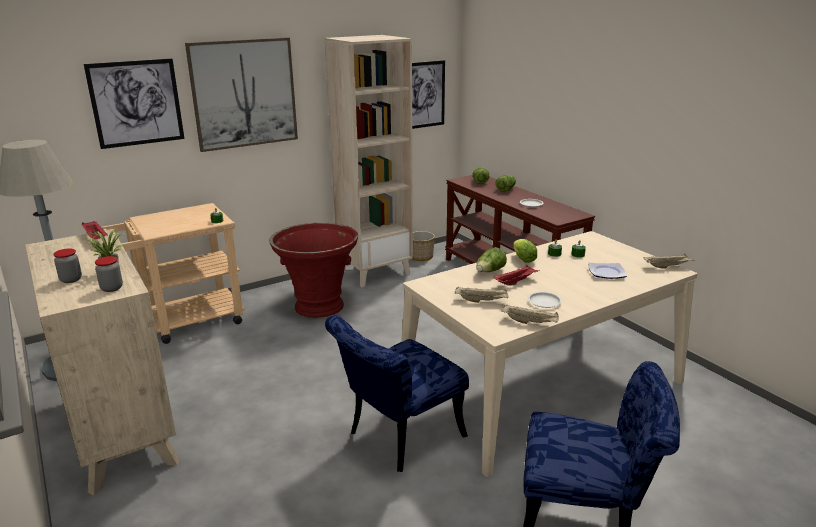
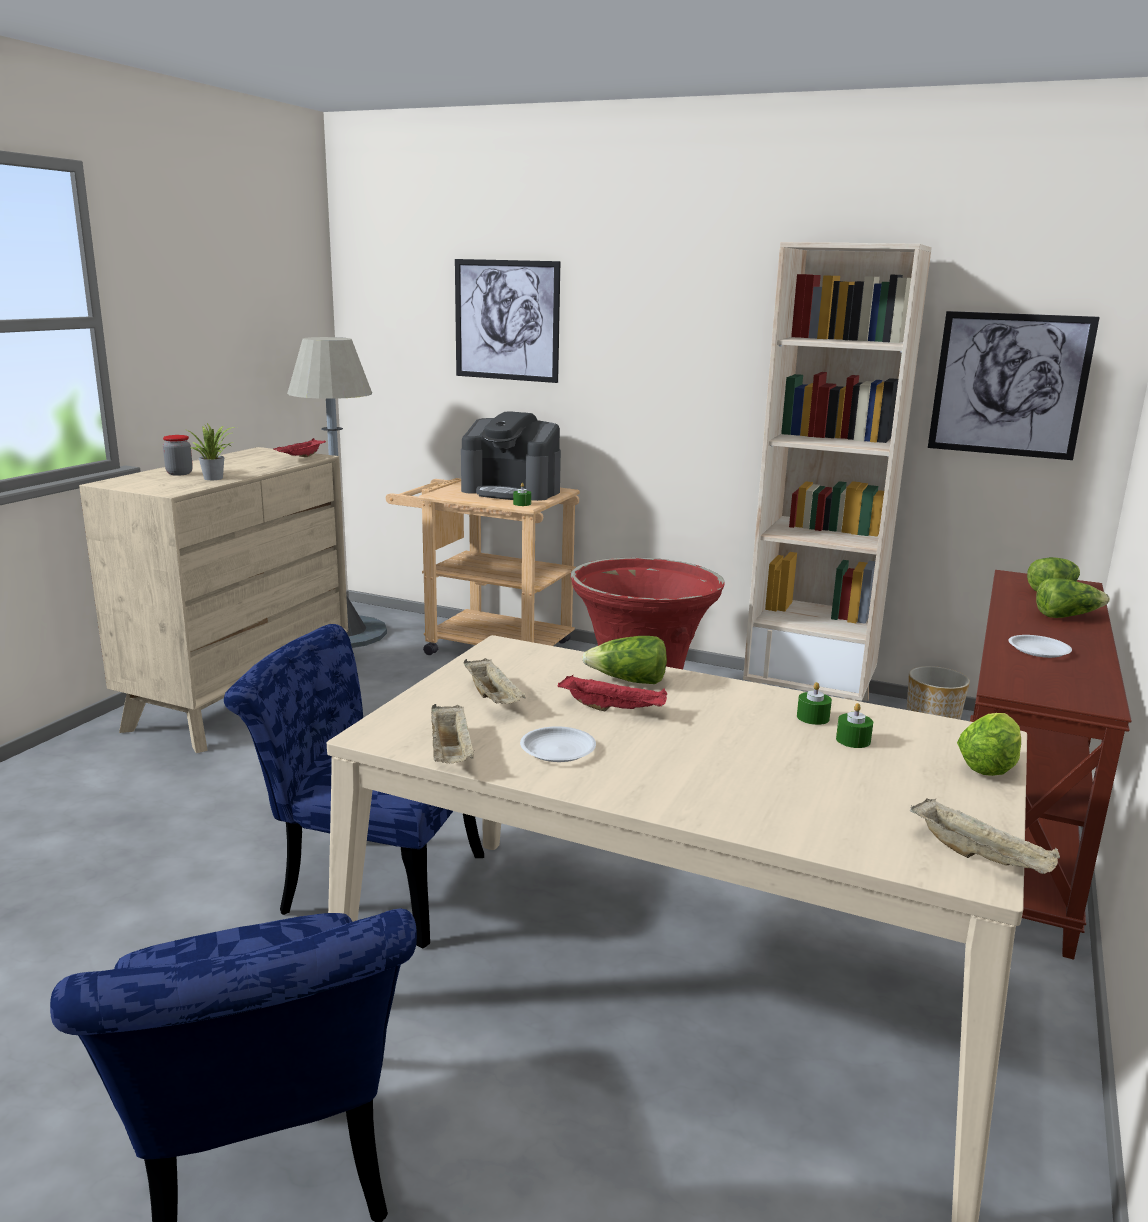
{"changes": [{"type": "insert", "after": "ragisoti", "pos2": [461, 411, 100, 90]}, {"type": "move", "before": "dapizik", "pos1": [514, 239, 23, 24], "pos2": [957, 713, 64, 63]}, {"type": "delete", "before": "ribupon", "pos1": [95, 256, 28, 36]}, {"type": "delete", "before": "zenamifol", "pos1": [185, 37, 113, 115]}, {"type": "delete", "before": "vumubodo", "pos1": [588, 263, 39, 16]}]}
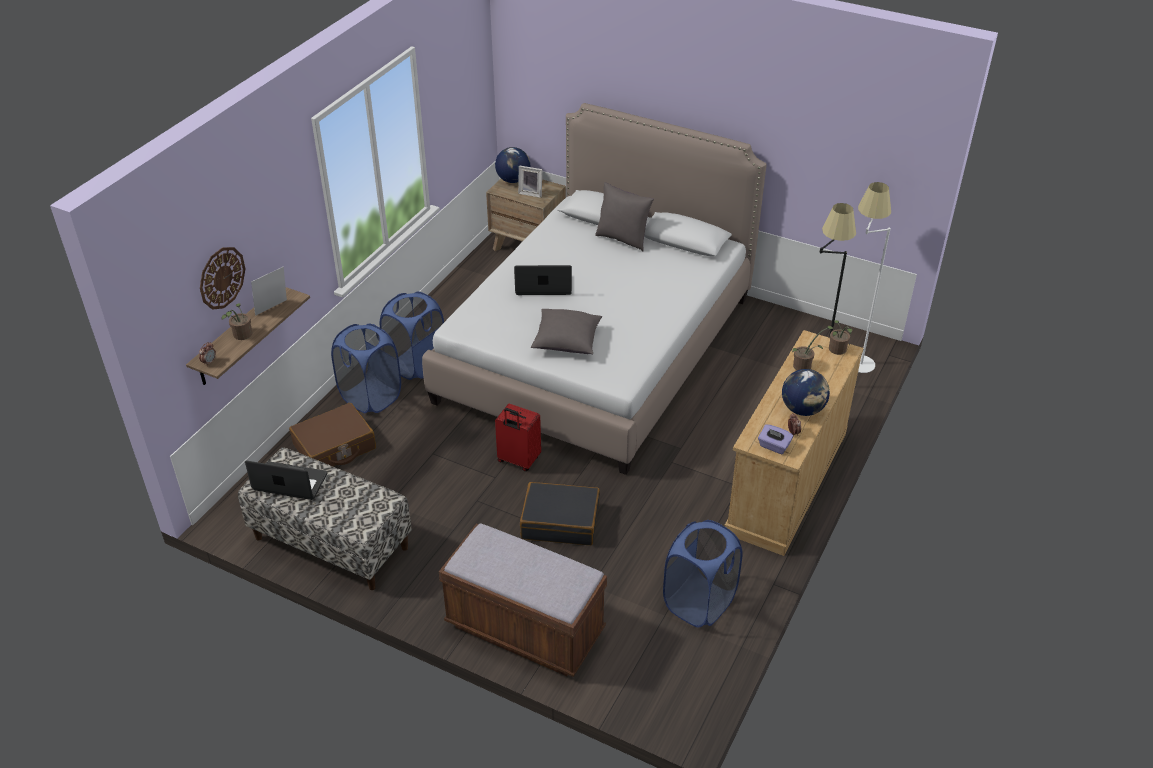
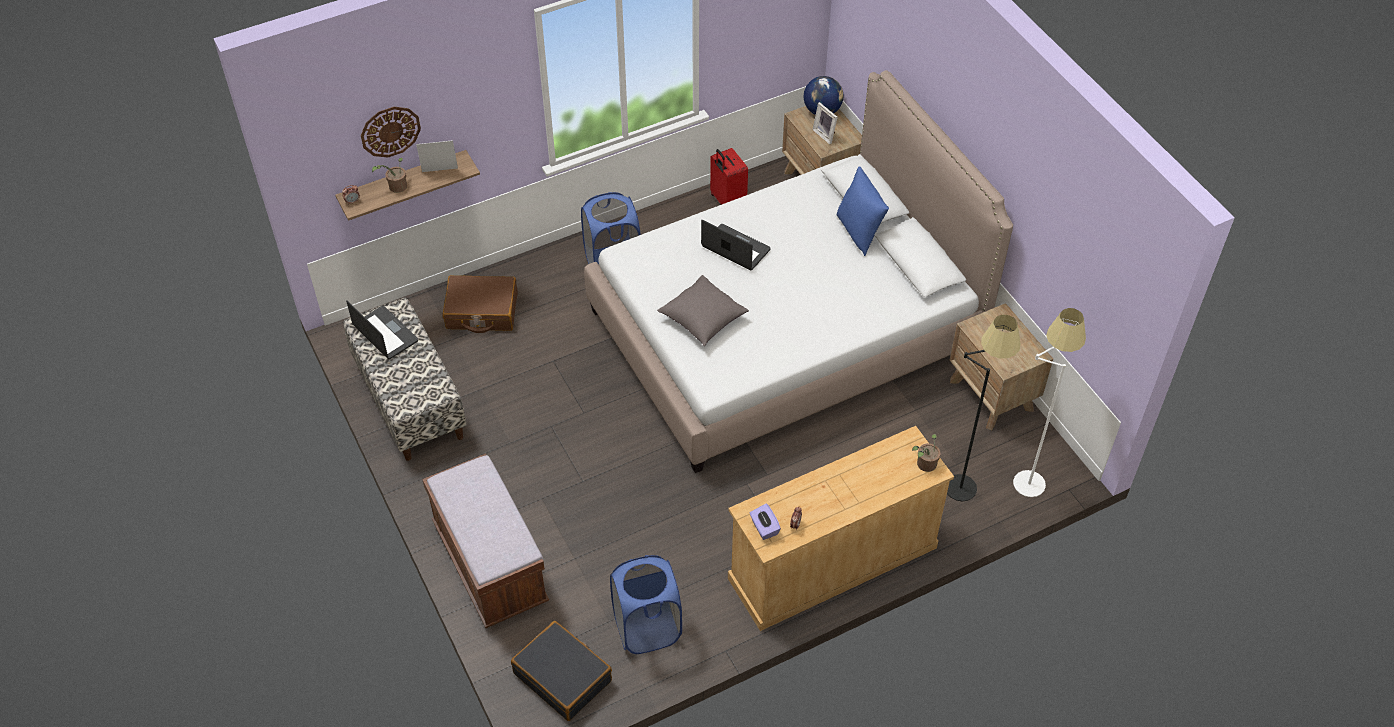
{"changes": [{"type": "move", "before": "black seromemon", "pos1": [520, 482, 80, 63], "pos2": [511, 621, 101, 100]}, {"type": "move", "before": "red seromemon", "pos1": [495, 404, 46, 67], "pos2": [710, 148, 38, 57]}, {"type": "recolor", "before": "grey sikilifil", "after": "blue sikilifil", "pos1": [595, 182, 59, 69], "pos2": [836, 166, 53, 90]}, {"type": "insert", "after": "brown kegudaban", "pos2": [950, 303, 103, 128]}, {"type": "delete", "before": "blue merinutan", "pos1": [331, 324, 70, 89]}, {"type": "delete", "before": "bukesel", "pos1": [782, 369, 48, 47]}, {"type": "delete", "before": "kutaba", "pos1": [792, 326, 41, 44]}]}
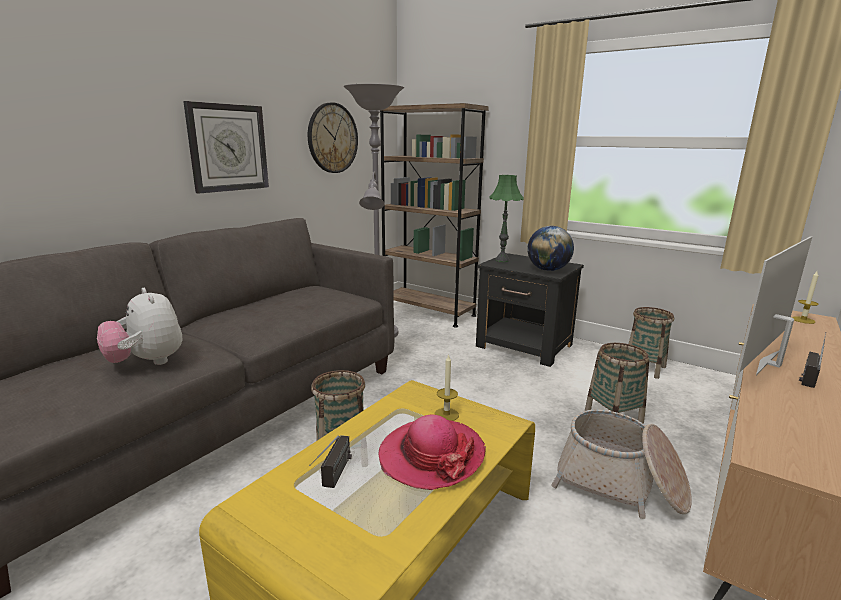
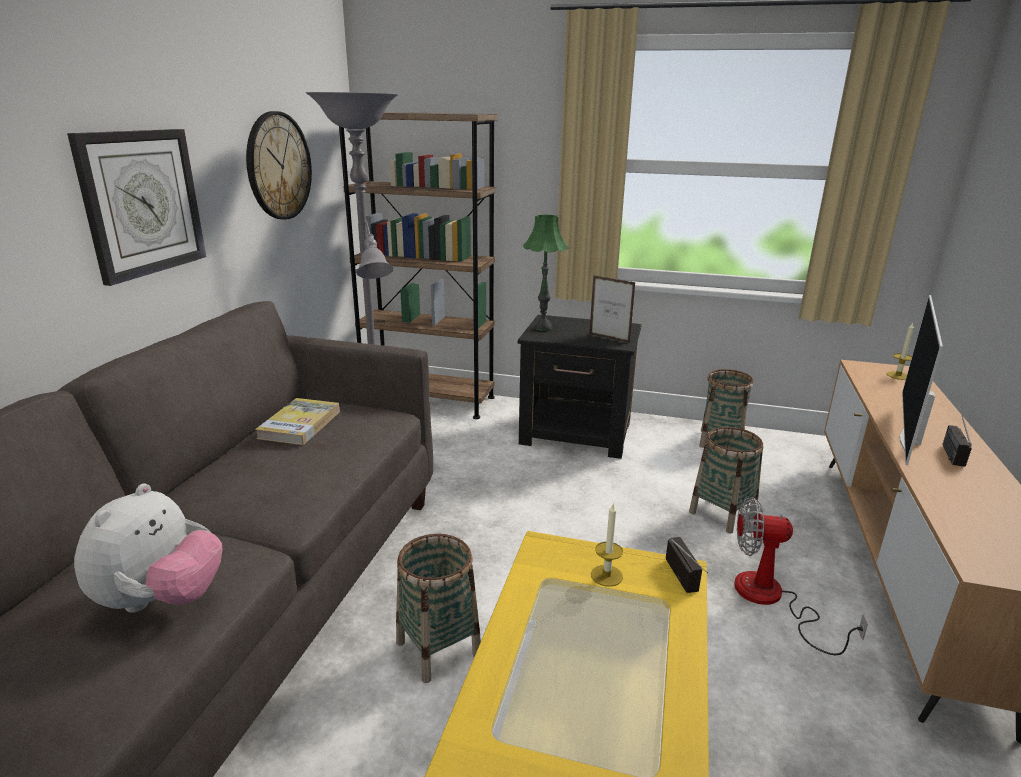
{"changes": [{"type": "rotate", "before": "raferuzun", "pos1": [97, 288, 85, 77], "pos2": [74, 484, 148, 129], "turn": -105}, {"type": "insert", "after": "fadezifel", "pos2": [255, 398, 85, 47]}, {"type": "replace", "before": "bukesel", "after": "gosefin", "pos1": [527, 226, 47, 45], "pos2": [590, 275, 46, 68]}, {"type": "move", "before": "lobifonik", "pos1": [309, 435, 43, 53], "pos2": [666, 537, 42, 56]}, {"type": "replace", "before": "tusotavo", "after": "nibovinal", "pos1": [551, 410, 141, 109], "pos2": [734, 497, 134, 158]}, {"type": "delete", "before": "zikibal", "pos1": [379, 415, 107, 75]}]}
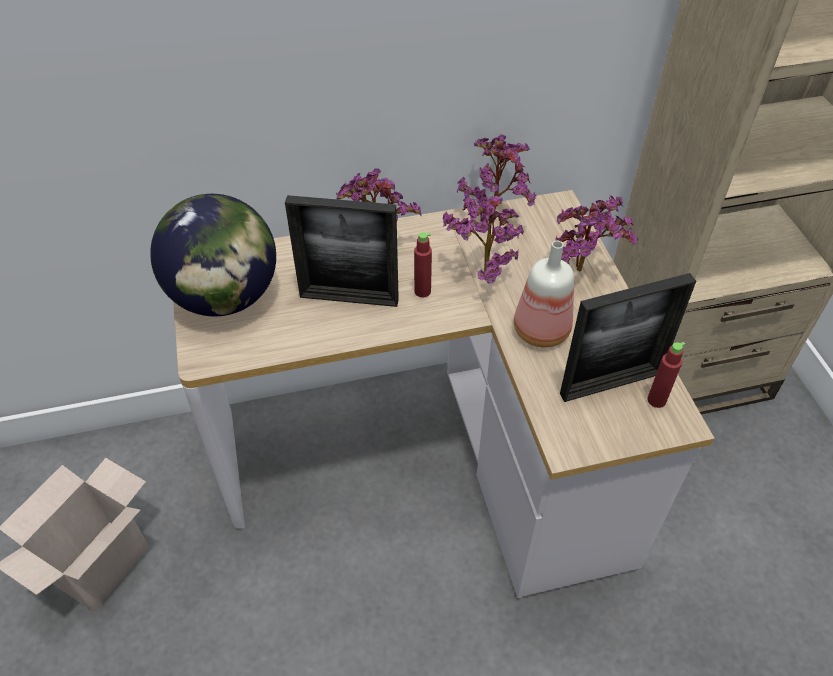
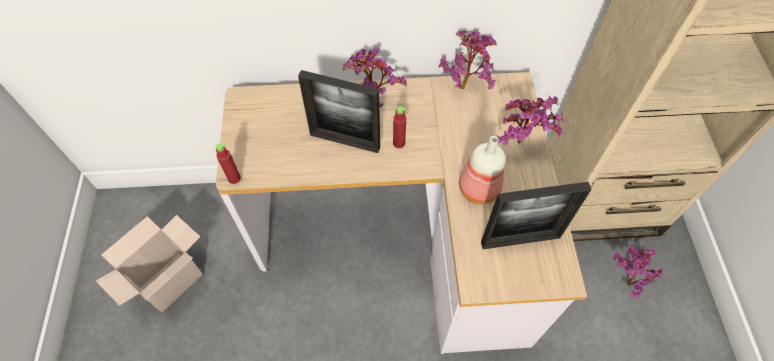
{"changes": [{"type": "move", "before": "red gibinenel", "pos1": [647, 342, 38, 66], "pos2": [216, 143, 25, 41]}, {"type": "move", "before": "kutaba", "pos1": [443, 194, 81, 90], "pos2": [613, 245, 50, 53]}, {"type": "delete", "before": "bukesel", "pos1": [150, 194, 126, 122]}]}
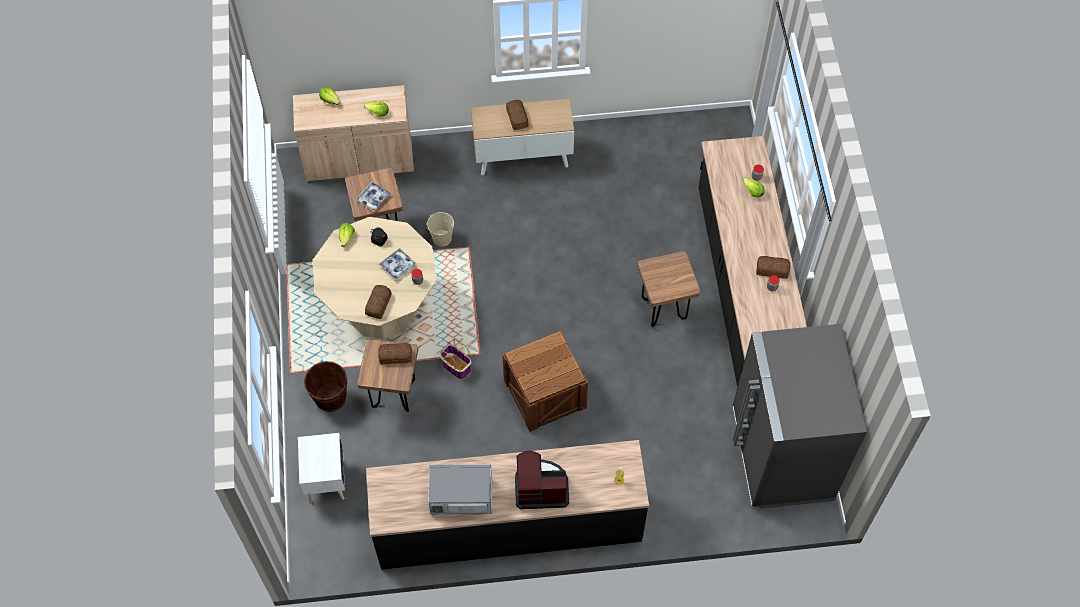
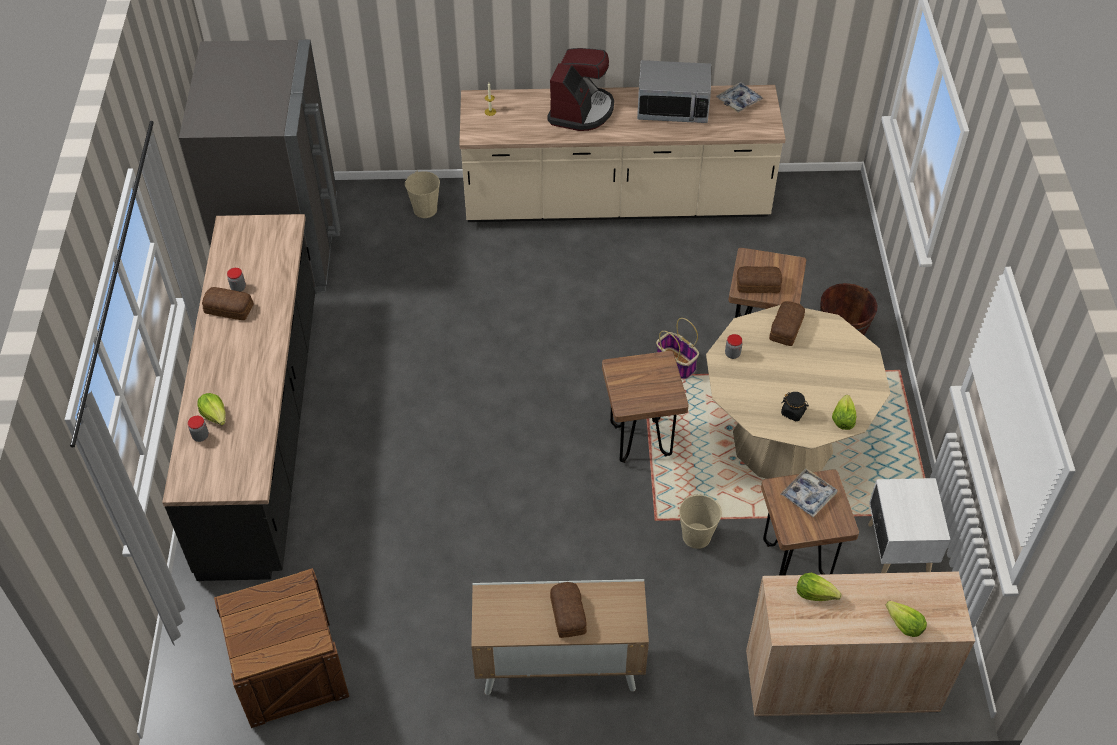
{"changes": [{"type": "move", "before": "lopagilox", "pos1": [502, 330, 86, 102], "pos2": [214, 568, 135, 160]}, {"type": "insert", "after": "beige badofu", "pos2": [405, 171, 35, 47]}, {"type": "recolor", "before": "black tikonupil", "after": "beige tikonupil", "pos1": [366, 440, 283, 130], "pos2": [459, 85, 327, 137]}, {"type": "rotate", "before": "ragisoti", "pos1": [515, 451, 54, 58], "pos2": [547, 48, 67, 83], "turn": -75}, {"type": "move", "before": "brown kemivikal", "pos1": [637, 251, 63, 76], "pos2": [602, 351, 87, 112]}, {"type": "move", "before": "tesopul", "pos1": [379, 248, 37, 33], "pos2": [716, 82, 48, 31]}, {"type": "move", "before": "white kegudaban", "pos1": [298, 433, 47, 70], "pos2": [868, 478, 82, 95]}]}
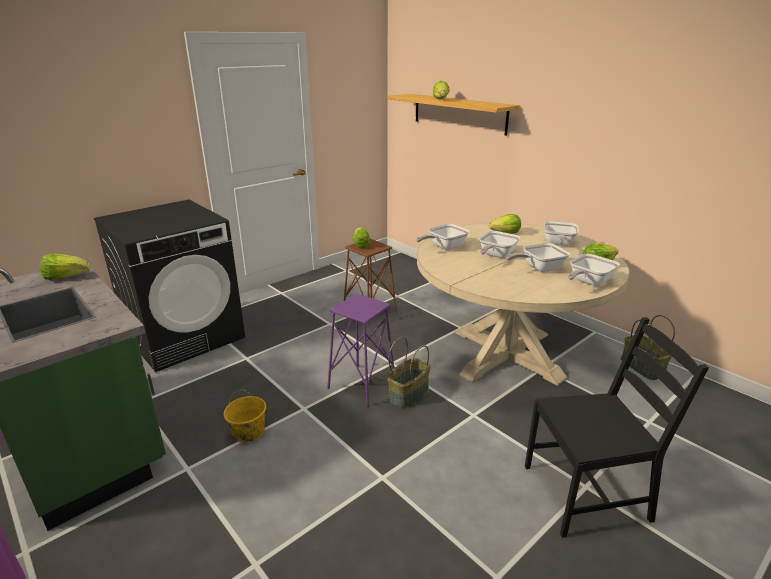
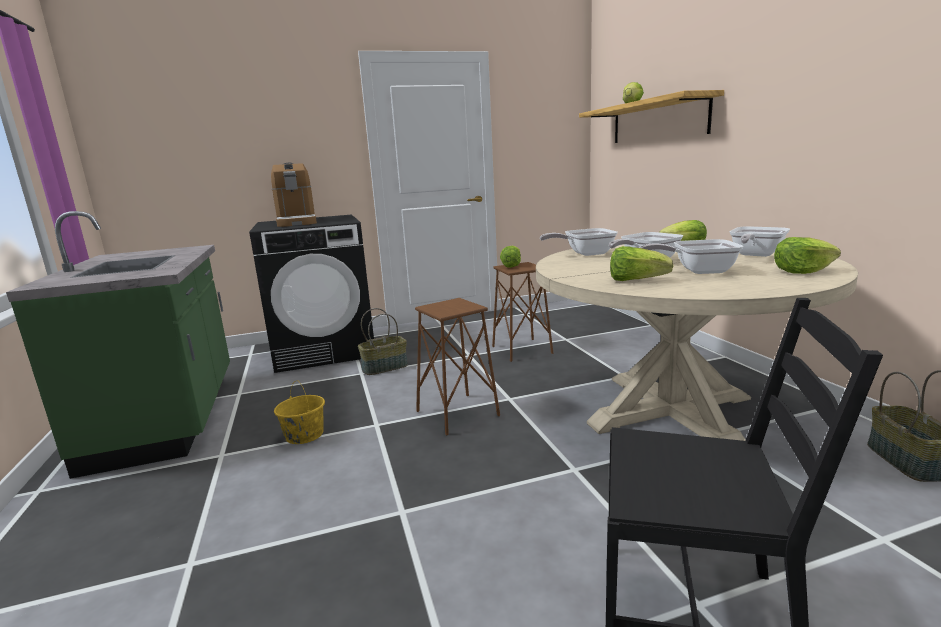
{"changes": [{"type": "insert", "after": "ragisoti", "pos2": [271, 163, 46, 64]}, {"type": "move", "before": "tusotavo", "pos1": [387, 337, 44, 71], "pos2": [358, 308, 50, 67]}, {"type": "recolor", "before": "purple kemivikal", "after": "brown kemivikal", "pos1": [327, 294, 67, 112], "pos2": [415, 298, 85, 137]}, {"type": "move", "before": "dapizik", "pos1": [40, 253, 51, 27], "pos2": [610, 246, 63, 35]}, {"type": "delete", "before": "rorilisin", "pos1": [568, 254, 52, 32]}]}
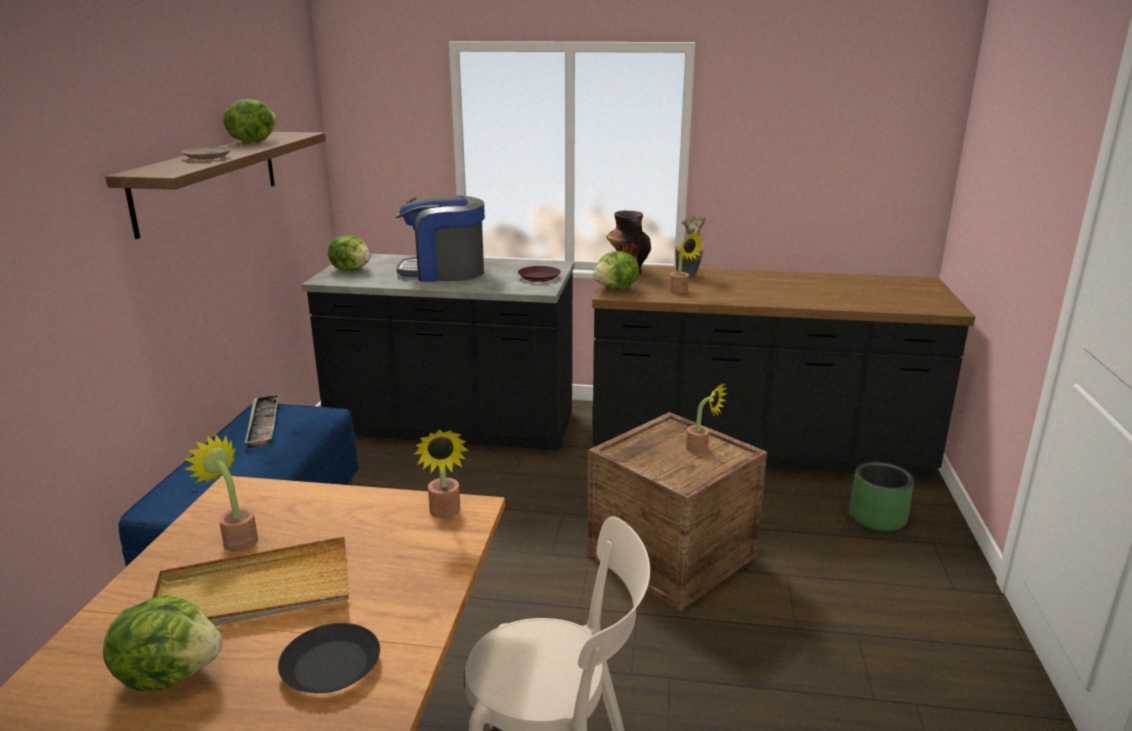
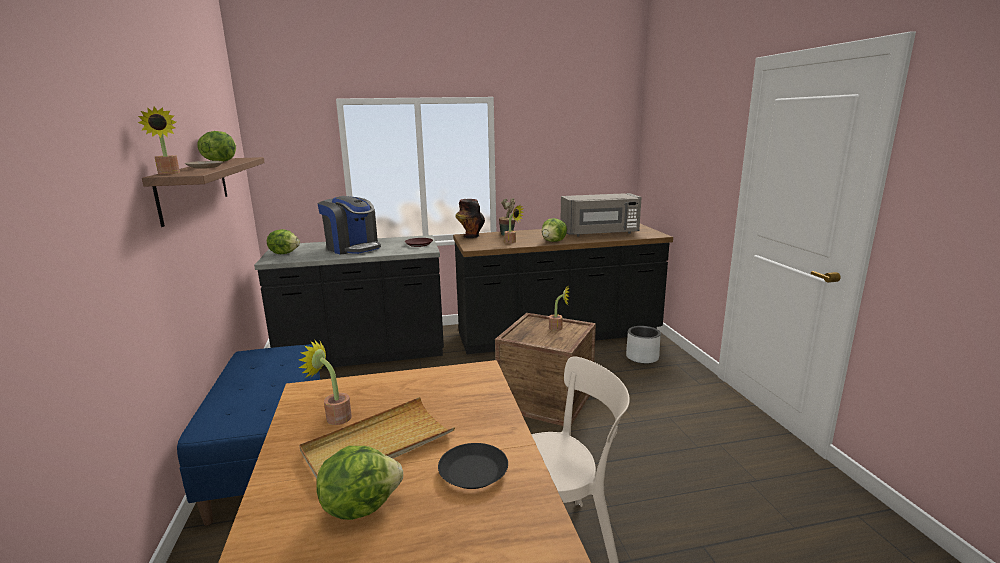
{"changes": [{"type": "move", "before": "kutaba", "pos1": [413, 429, 56, 89], "pos2": [138, 107, 42, 68]}, {"type": "rotate", "before": "ragisoti", "pos1": [395, 195, 90, 87], "pos2": [317, 196, 64, 59], "turn": -120}, {"type": "move", "before": "dapizik", "pos1": [593, 251, 46, 38], "pos2": [542, 218, 25, 24]}, {"type": "insert", "after": "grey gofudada", "pos2": [561, 193, 81, 43]}, {"type": "recolor", "before": "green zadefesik", "after": "grey zadefesik", "pos1": [849, 462, 65, 69], "pos2": [626, 326, 35, 38]}, {"type": "delete", "before": "tesopul", "pos1": [245, 394, 34, 54]}]}
